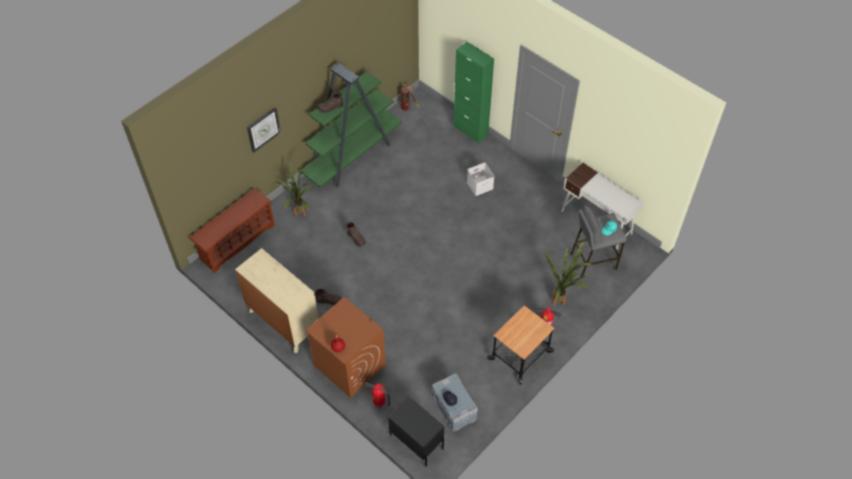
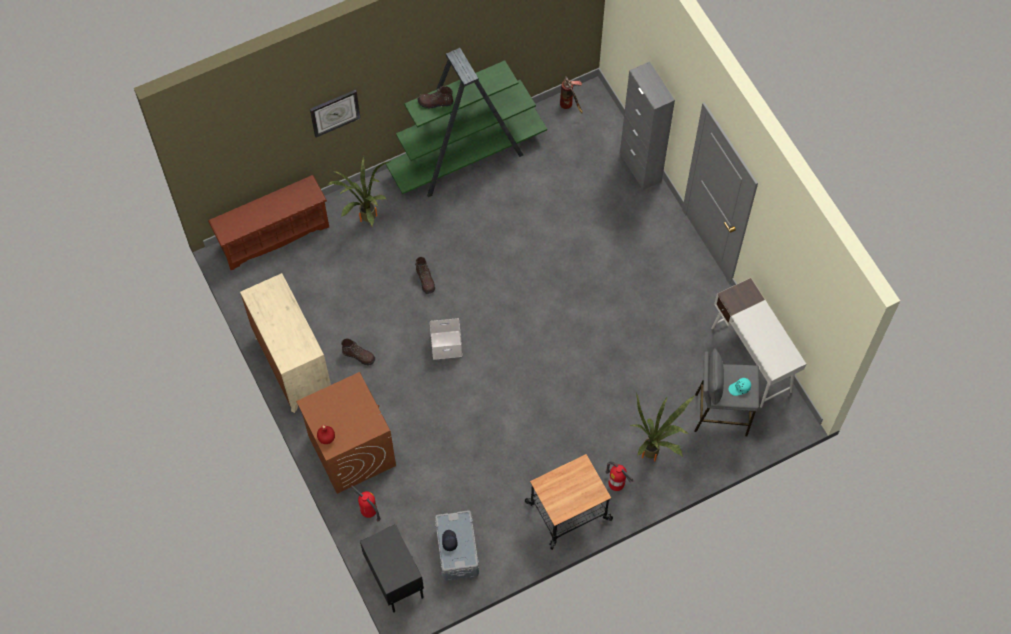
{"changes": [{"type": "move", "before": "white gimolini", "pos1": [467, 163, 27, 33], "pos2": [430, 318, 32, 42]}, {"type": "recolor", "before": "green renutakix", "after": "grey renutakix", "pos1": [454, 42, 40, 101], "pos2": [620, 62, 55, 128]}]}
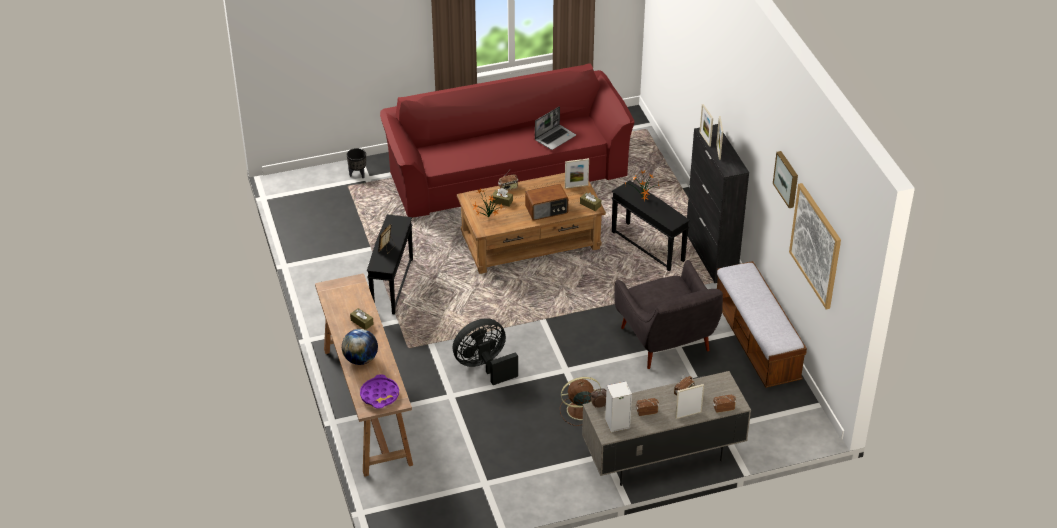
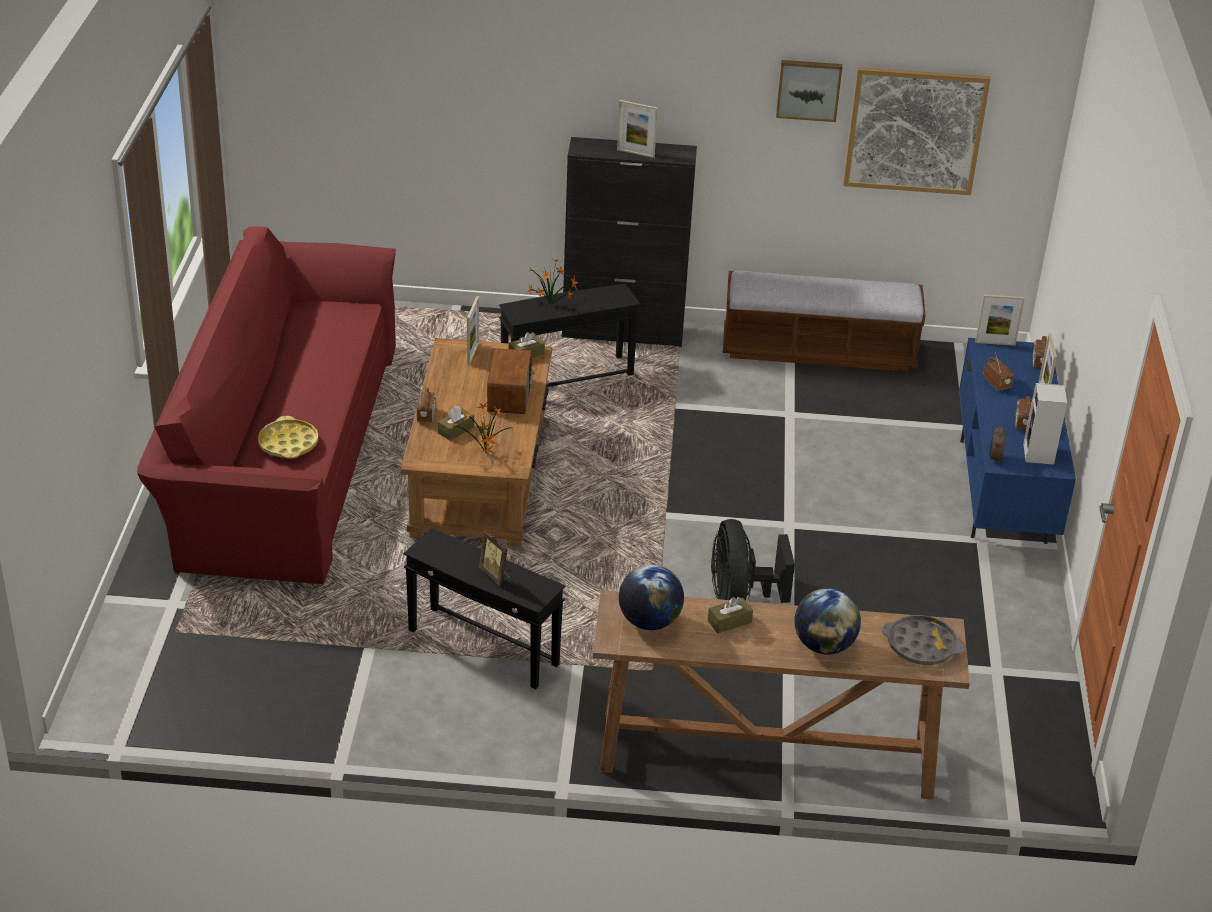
{"changes": [{"type": "insert", "after": "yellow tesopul", "pos2": [258, 416, 60, 42]}, {"type": "insert", "after": "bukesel", "pos2": [619, 565, 65, 65]}, {"type": "recolor", "before": "purple tesopul", "after": "grey tesopul", "pos1": [360, 374, 39, 35], "pos2": [882, 615, 82, 50]}, {"type": "recolor", "before": "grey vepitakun", "after": "blue vepitakun", "pos1": [582, 371, 169, 115], "pos2": [959, 338, 117, 206]}, {"type": "move", "before": "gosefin", "pos1": [700, 104, 13, 43], "pos2": [975, 295, 50, 51]}, {"type": "delete", "before": "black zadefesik", "pos1": [347, 148, 19, 30]}, {"type": "delete", "before": "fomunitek", "pos1": [535, 106, 41, 44]}, {"type": "delete", "before": "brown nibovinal", "pos1": [560, 377, 41, 49]}, {"type": "delete", "before": "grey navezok", "pos1": [614, 260, 109, 109]}]}
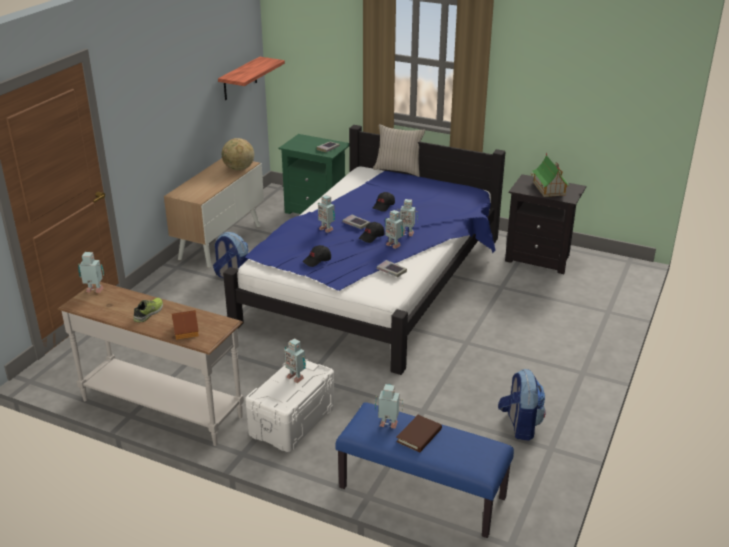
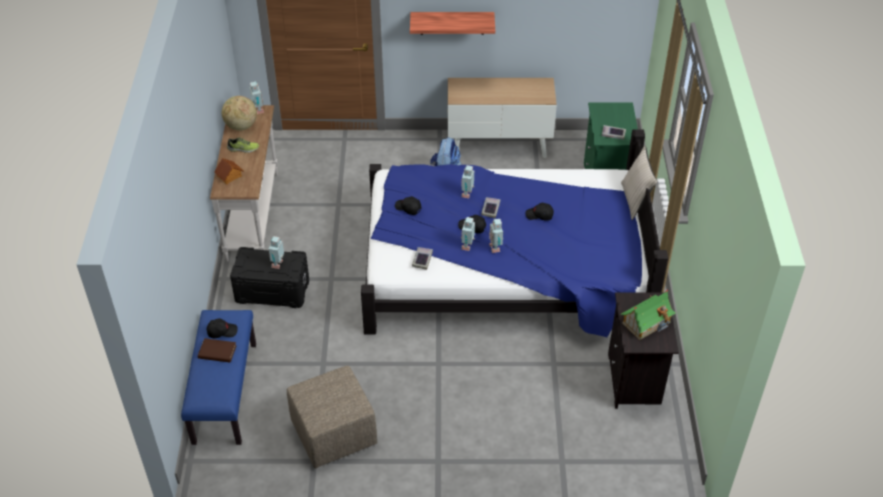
{"changes": [{"type": "replace", "before": "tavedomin", "after": "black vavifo", "pos1": [375, 384, 28, 45], "pos2": [207, 318, 31, 20]}, {"type": "move", "before": "bukesel", "pos1": [222, 138, 32, 33], "pos2": [222, 96, 35, 35]}, {"type": "recolor", "before": "white gimolini", "after": "black gimolini", "pos1": [245, 359, 90, 93], "pos2": [230, 247, 79, 61]}, {"type": "replace", "before": "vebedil", "after": "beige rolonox", "pos1": [498, 369, 47, 72], "pos2": [287, 366, 90, 102]}, {"type": "move", "before": "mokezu", "pos1": [218, 57, 67, 43], "pos2": [410, 12, 85, 23]}]}
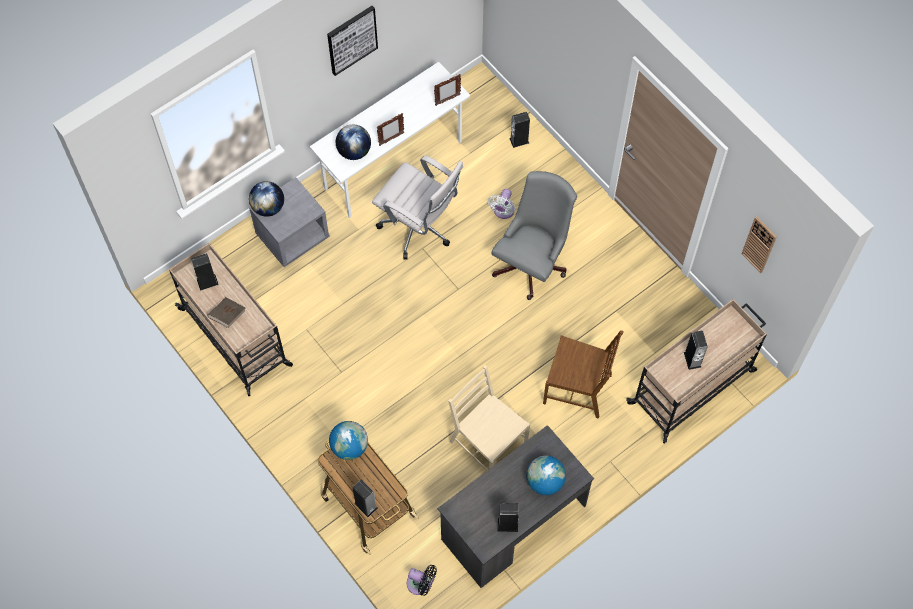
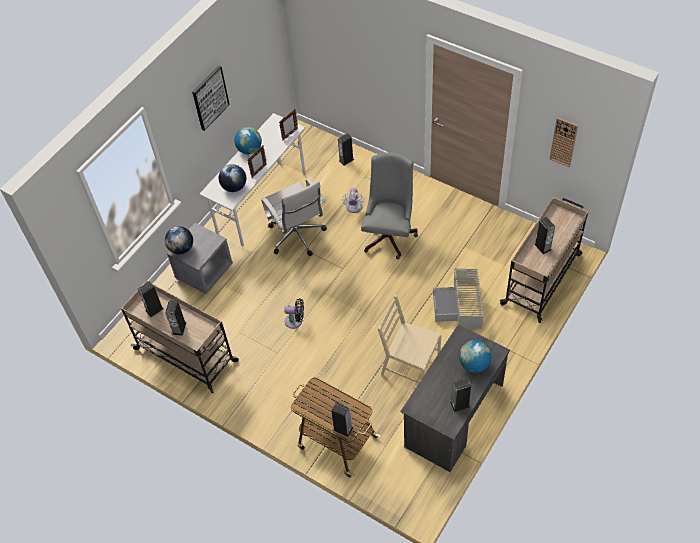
{"changes": [{"type": "replace", "before": "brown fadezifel", "after": "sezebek", "pos1": [207, 297, 39, 31], "pos2": [165, 300, 22, 36]}, {"type": "move", "before": "bukesel", "pos1": [329, 421, 39, 39], "pos2": [234, 127, 28, 27]}, {"type": "rotate", "before": "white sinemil", "pos1": [372, 155, 91, 105], "pos2": [261, 178, 66, 78], "turn": 45}, {"type": "move", "before": "black nibovinal", "pos1": [407, 565, 30, 31], "pos2": [284, 298, 20, 31]}, {"type": "replace", "before": "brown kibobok", "after": "grey gimolini", "pos1": [543, 330, 81, 89], "pos2": [433, 269, 50, 60]}]}
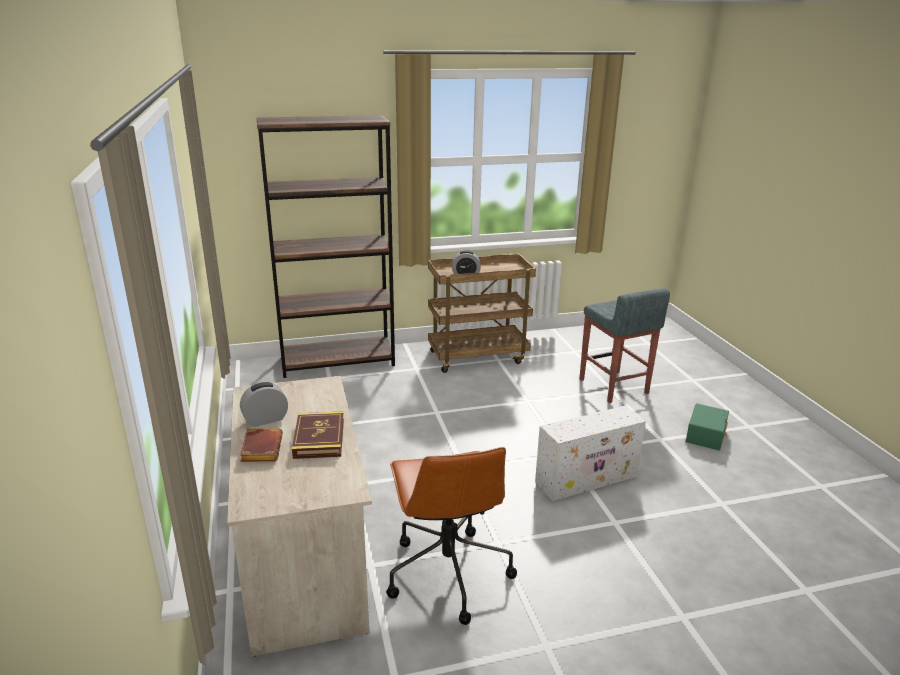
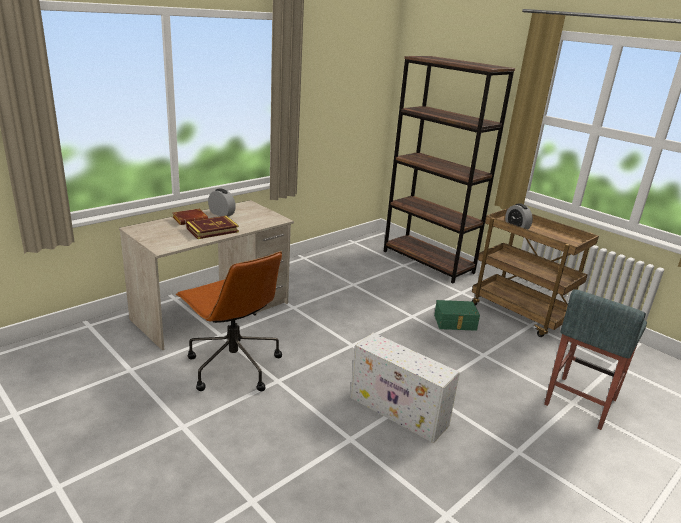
{"changes": [{"type": "rotate", "before": "brown sinemil", "pos1": [386, 447, 131, 178], "pos2": [176, 251, 106, 140], "turn": -90}, {"type": "move", "before": "green gimolini", "pos1": [686, 403, 43, 47], "pos2": [434, 300, 46, 31]}]}
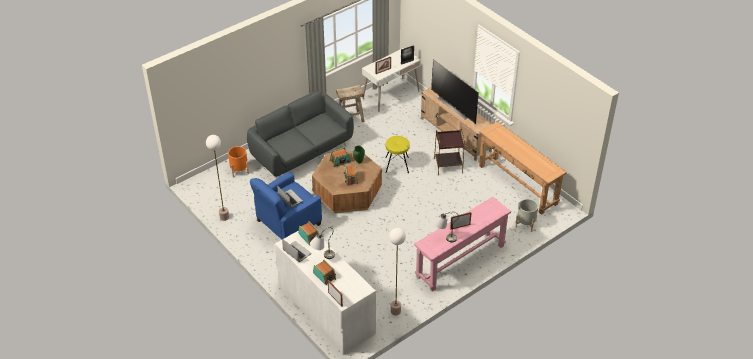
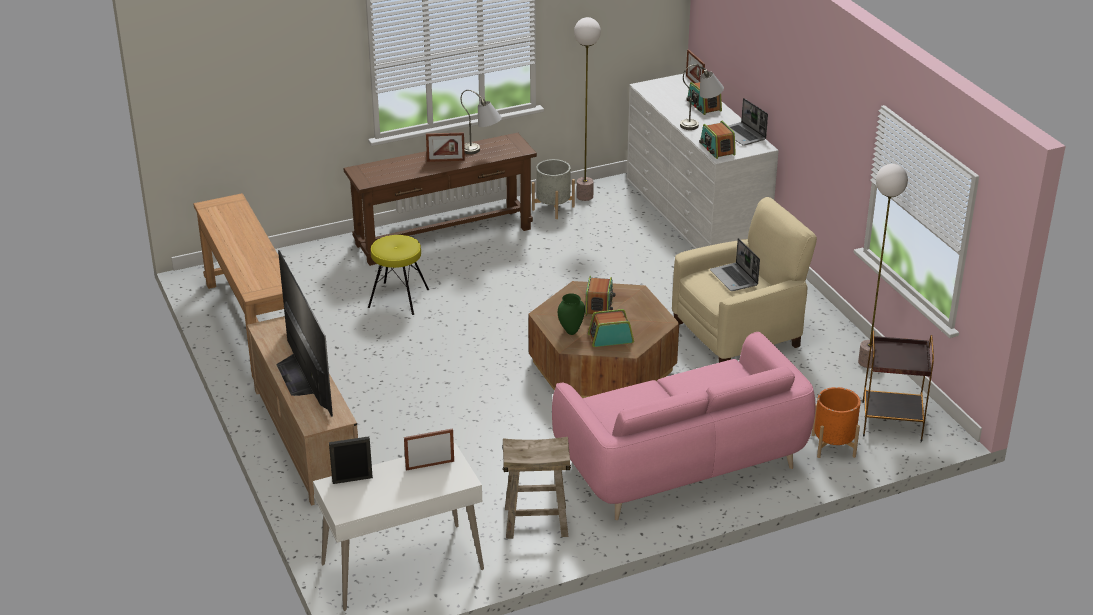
{"changes": [{"type": "recolor", "before": "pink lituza", "after": "brown lituza", "pos1": [414, 197, 97, 94], "pos2": [343, 133, 194, 133]}, {"type": "move", "before": "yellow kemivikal", "pos1": [385, 136, 25, 37], "pos2": [368, 235, 61, 80]}, {"type": "move", "before": "grey zadefesik", "pos1": [515, 199, 23, 33], "pos2": [532, 159, 43, 60]}, {"type": "recolor", "before": "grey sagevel", "after": "pink sagevel", "pos1": [247, 90, 107, 87], "pos2": [552, 332, 263, 188]}, {"type": "recolor", "before": "blue navezok", "after": "beige navezok", "pos1": [250, 172, 72, 67], "pos2": [672, 197, 145, 166]}, {"type": "move", "before": "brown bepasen", "pos1": [434, 128, 31, 47], "pos2": [862, 330, 72, 112]}]}
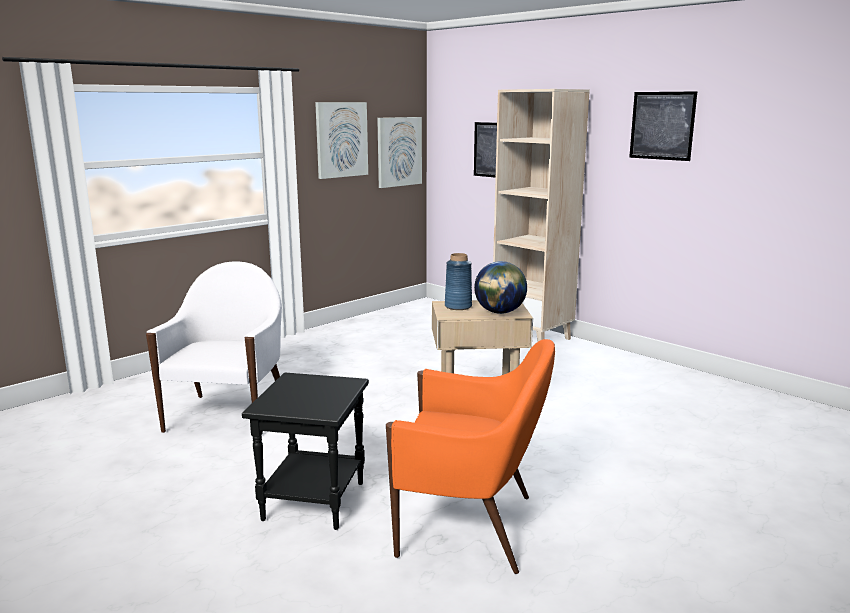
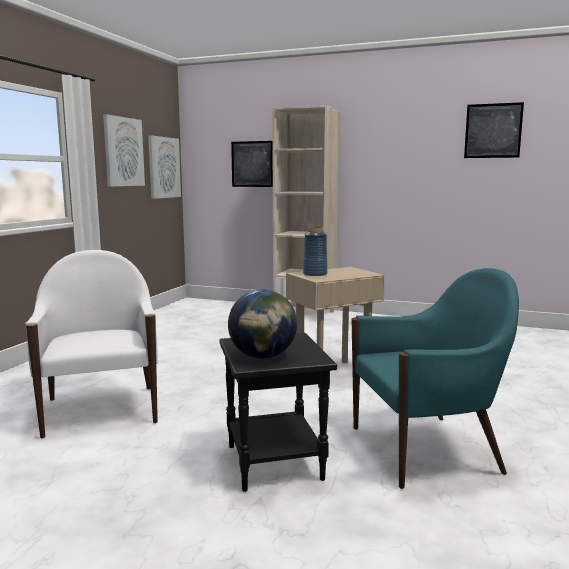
{"changes": [{"type": "move", "before": "bukesel", "pos1": [474, 261, 53, 53], "pos2": [228, 290, 69, 69]}, {"type": "recolor", "before": "orange navezok", "after": "turquoise navezok", "pos1": [386, 339, 169, 235], "pos2": [352, 268, 167, 221]}, {"type": "move", "before": "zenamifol", "pos1": [629, 91, 68, 70], "pos2": [464, 102, 60, 56]}]}
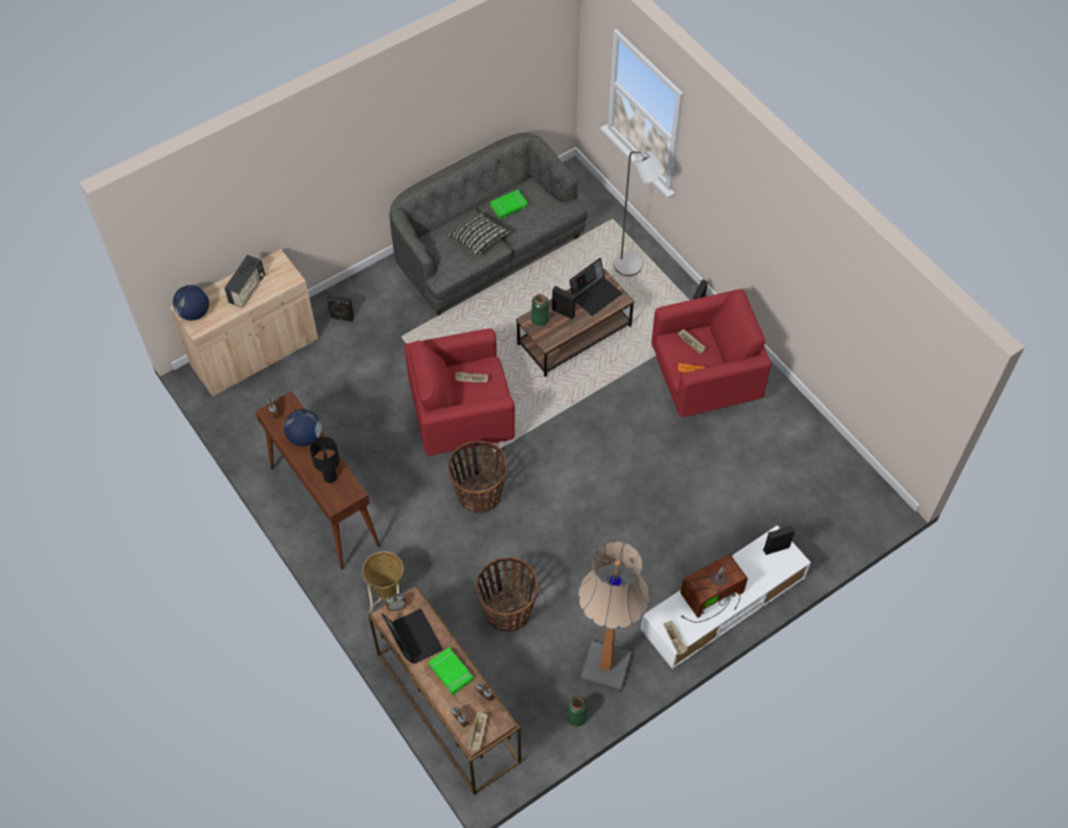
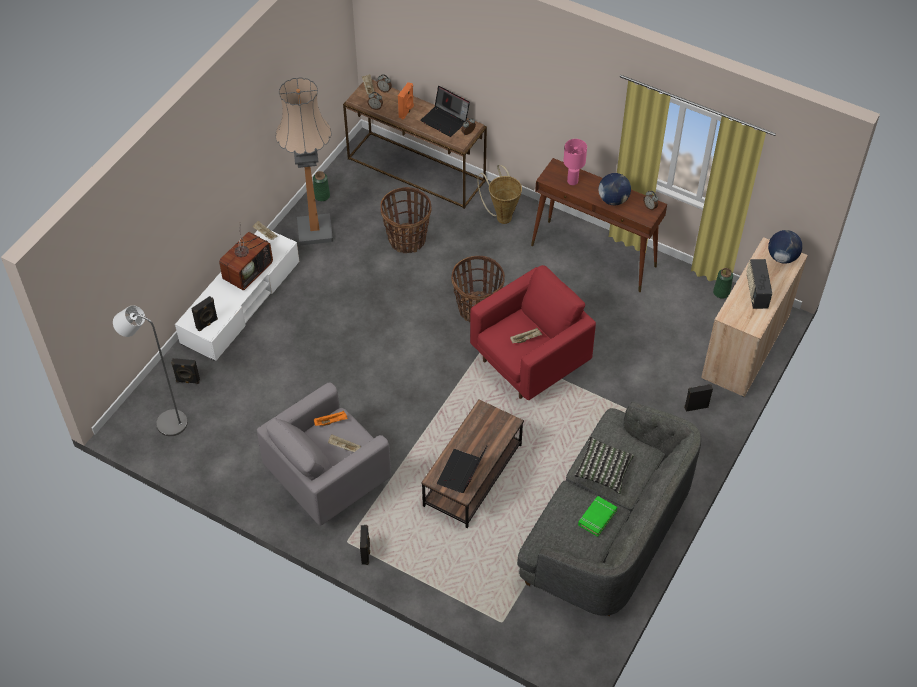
{"changes": [{"type": "move", "before": "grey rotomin", "pos1": [614, 151, 51, 125], "pos2": [113, 305, 75, 131]}, {"type": "move", "before": "black sezebek", "pos1": [552, 286, 24, 33], "pos2": [171, 358, 29, 26]}, {"type": "recolor", "before": "red navezok", "after": "grey navezok", "pos1": [651, 289, 120, 128], "pos2": [257, 382, 134, 144]}, {"type": "replace", "before": "green fadezifel", "after": "orange sezebek", "pos1": [429, 647, 45, 48], "pos2": [398, 82, 16, 37]}, {"type": "recolor", "before": "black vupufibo", "after": "pink vupufibo", "pos1": [310, 437, 30, 46], "pos2": [563, 139, 24, 46]}, {"type": "move", "before": "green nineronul", "pos1": [531, 294, 18, 32], "pos2": [713, 268, 20, 31]}]}
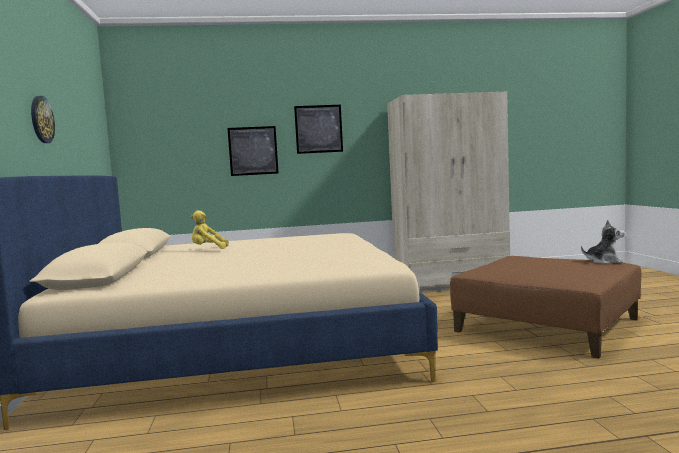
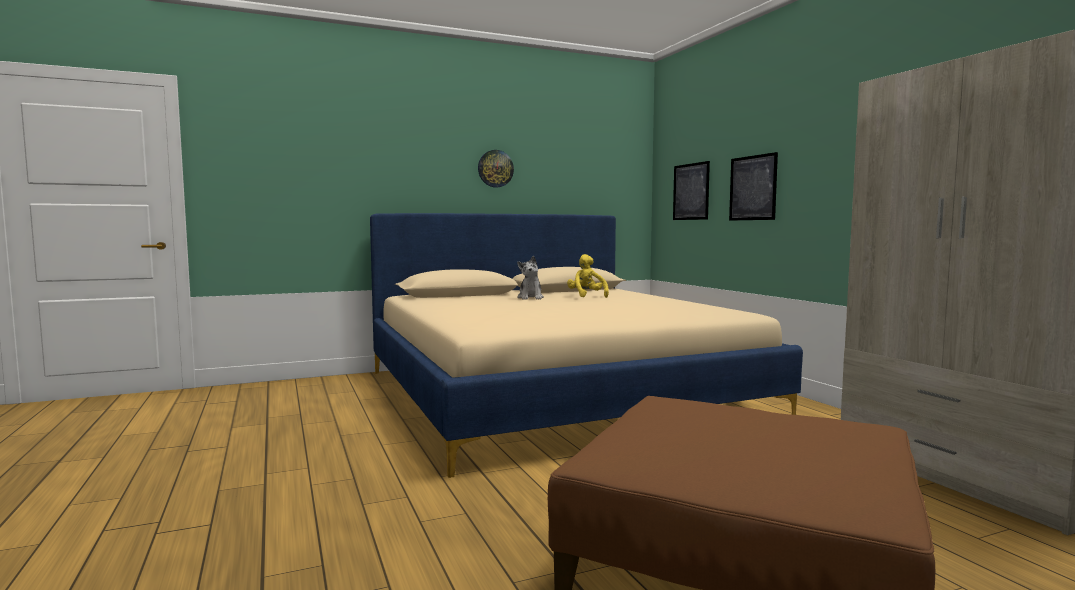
{"changes": [{"type": "move", "before": "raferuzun", "pos1": [581, 220, 44, 44], "pos2": [517, 256, 27, 44]}, {"type": "move", "before": "zenamifol", "pos1": [294, 105, 49, 49], "pos2": [673, 161, 37, 59]}]}
